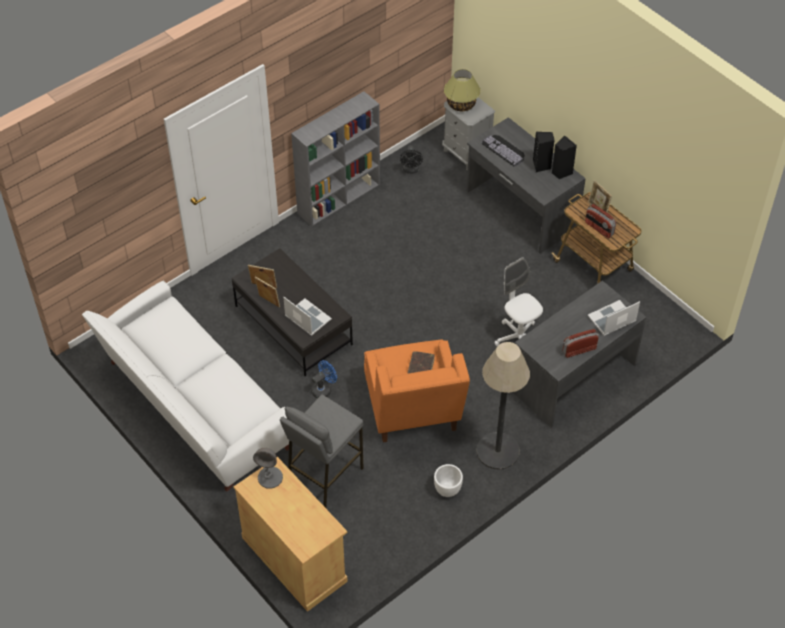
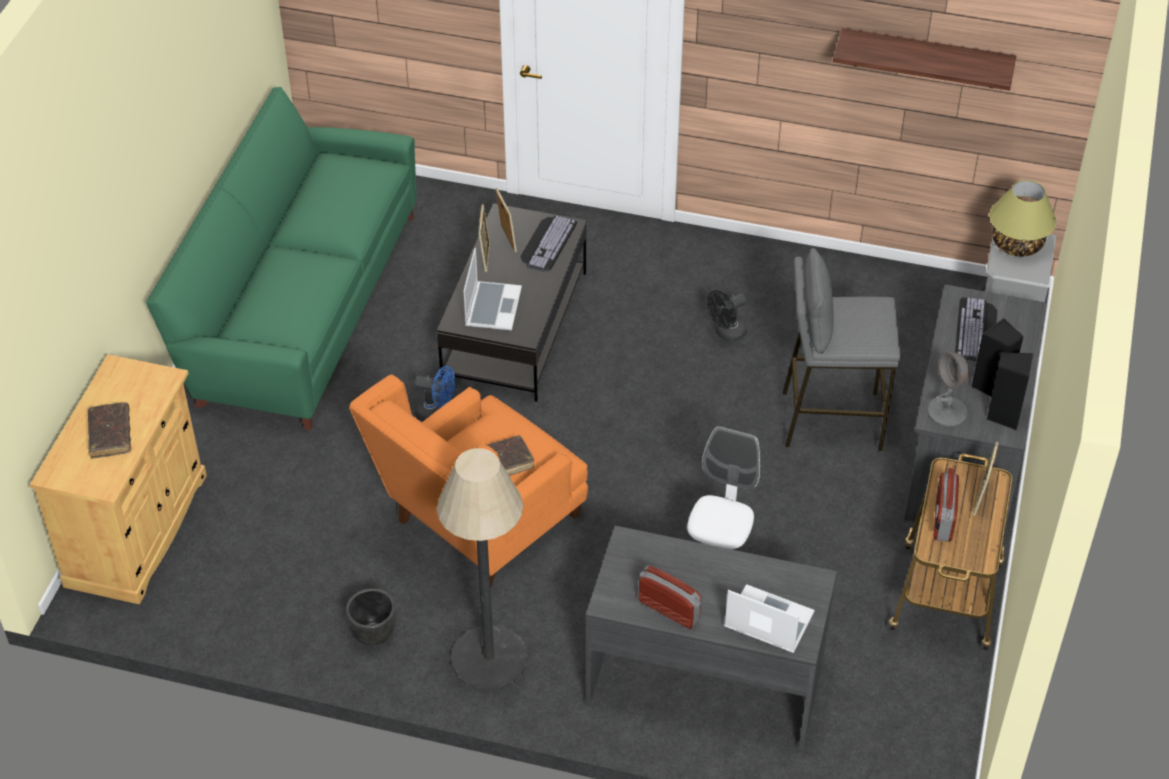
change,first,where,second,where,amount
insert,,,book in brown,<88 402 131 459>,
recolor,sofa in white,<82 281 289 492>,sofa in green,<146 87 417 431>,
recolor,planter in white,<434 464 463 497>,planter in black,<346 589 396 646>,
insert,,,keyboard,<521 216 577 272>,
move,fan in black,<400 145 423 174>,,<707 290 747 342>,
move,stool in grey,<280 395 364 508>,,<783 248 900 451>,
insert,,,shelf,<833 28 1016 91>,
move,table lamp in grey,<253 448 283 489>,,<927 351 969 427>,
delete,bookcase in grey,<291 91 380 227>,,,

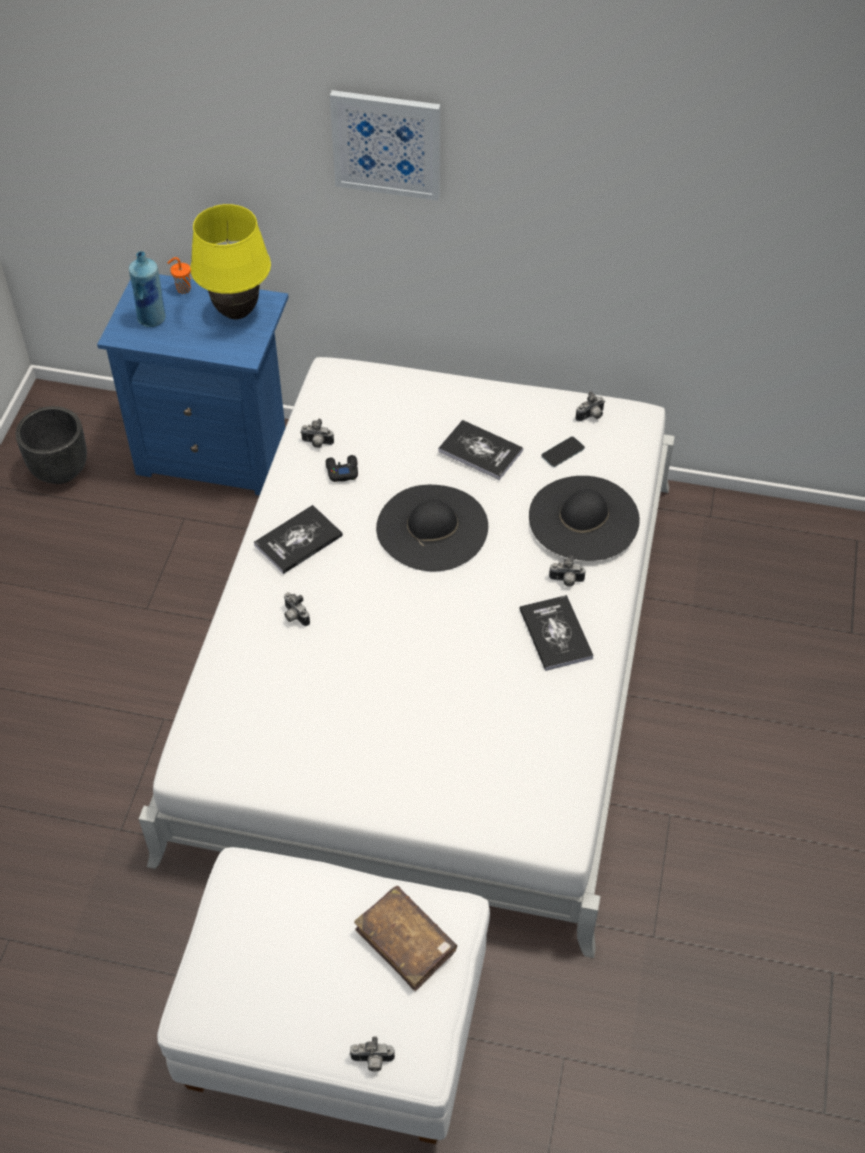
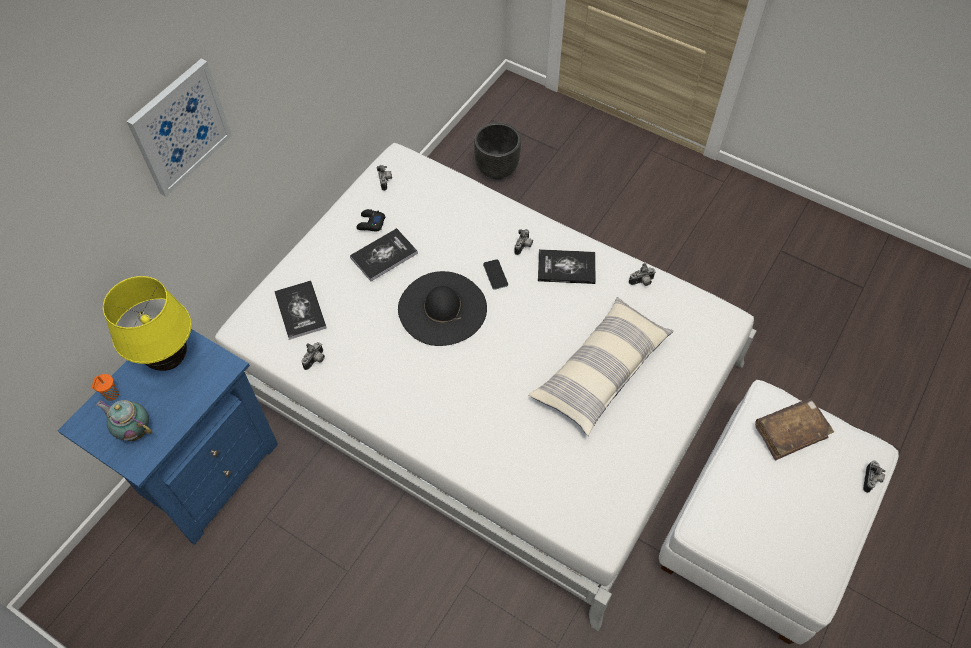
change,first,where,second,where,amount
replace,bottle in blue,<129 251 166 327>,teapot,<96 400 152 441>,
move,book,<254 505 343 574>,,<274 280 327 340>,
move,game controller in black,<326 455 358 482>,,<356 209 385 232>,
move,planter in black,<16 406 87 484>,,<474 123 521 179>,
move,phone,<541 437 585 467>,,<483 259 508 290>,
insert,,,pillow,<529 297 674 436>,
move,photo camera,<284 592 310 626>,,<629 263 656 286>,
delete,hat in black,<529 476 640 561>,,,

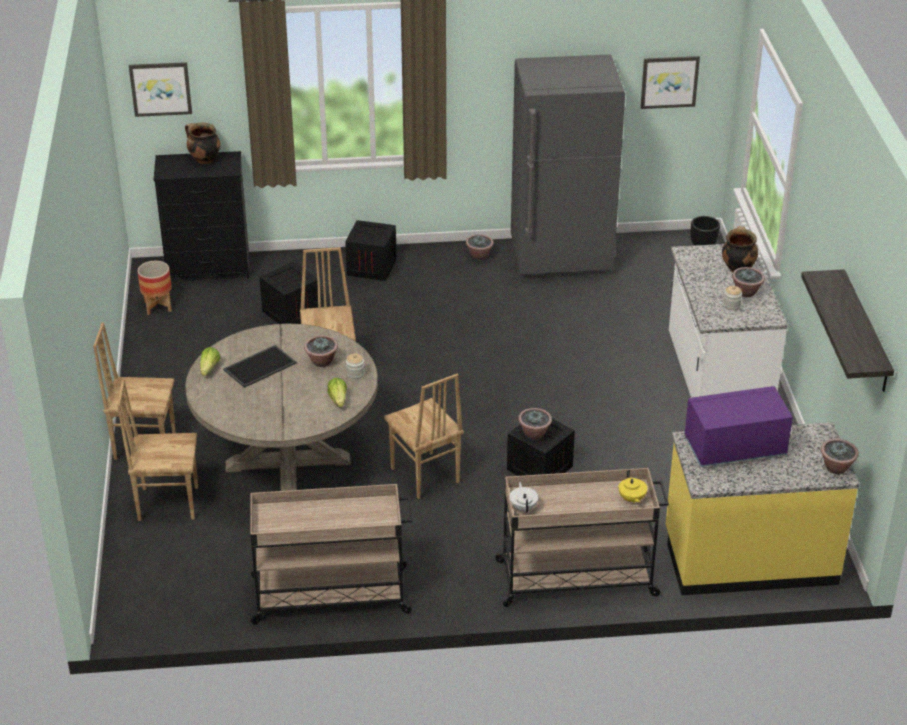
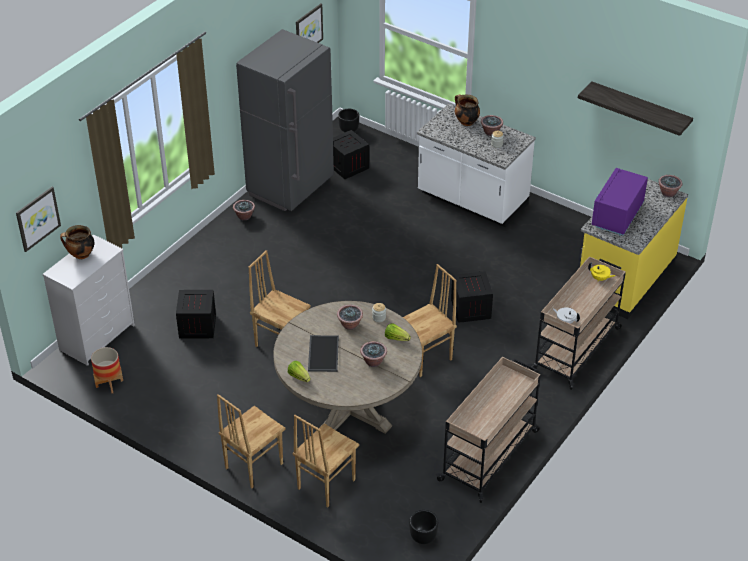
change,first,where,second,where,amount
recolor,dresser in black,<154 151 249 279>,dresser in white,<42 235 135 366>,
move,crate,<345 220 396 281>,,<333 130 369 179>,
move,potted plant,<518 408 552 440>,,<360 341 387 367>,
rotate,chair in brown,<384 374 464 499>,,<403 264 457 377>,45 degrees counterclockwise
insert,,,planter in black,<409 510 438 544>,

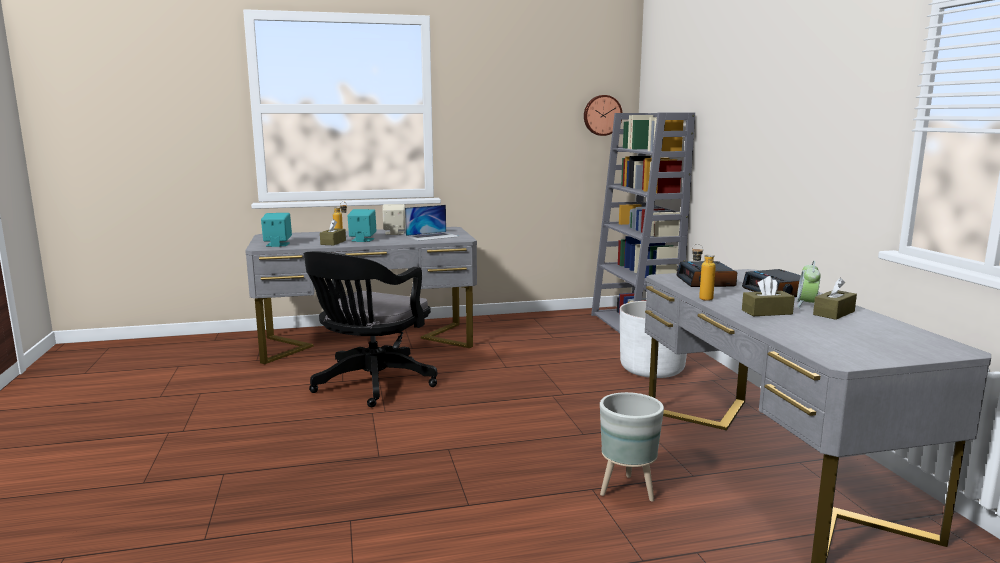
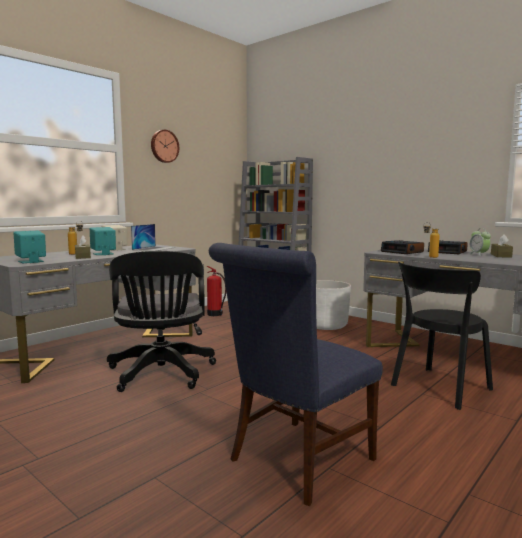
change,first,where,second,where,amount
move,wall clock,<584 95 623 136>,,<151 130 179 163>,
insert,,,fire extinguisher,<207 266 227 316>,
insert,,,chair in blue,<209 243 383 506>,
replace,planter in grey,<600 392 664 502>,chair in black,<391 262 493 410>,
delete,tissue box in brown,<742 276 795 316>,,,

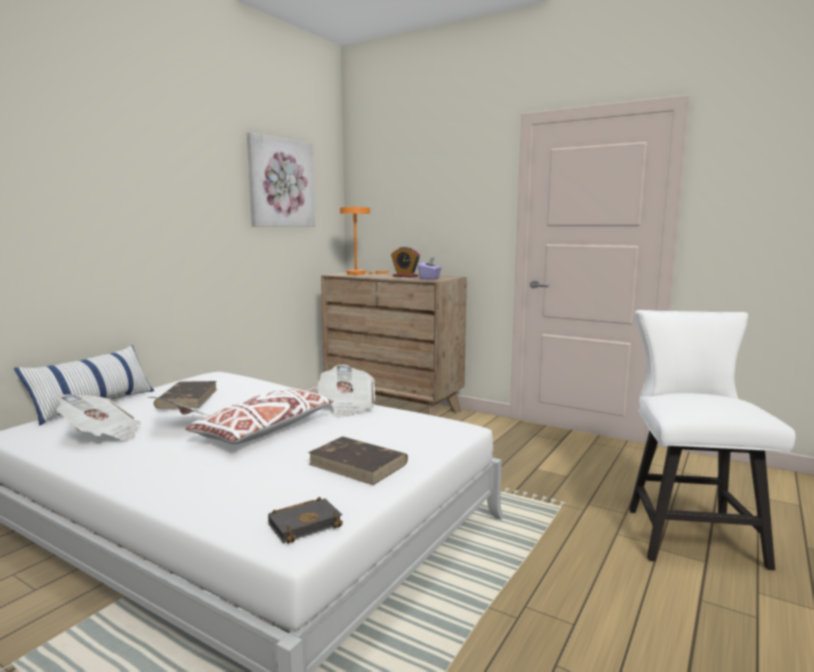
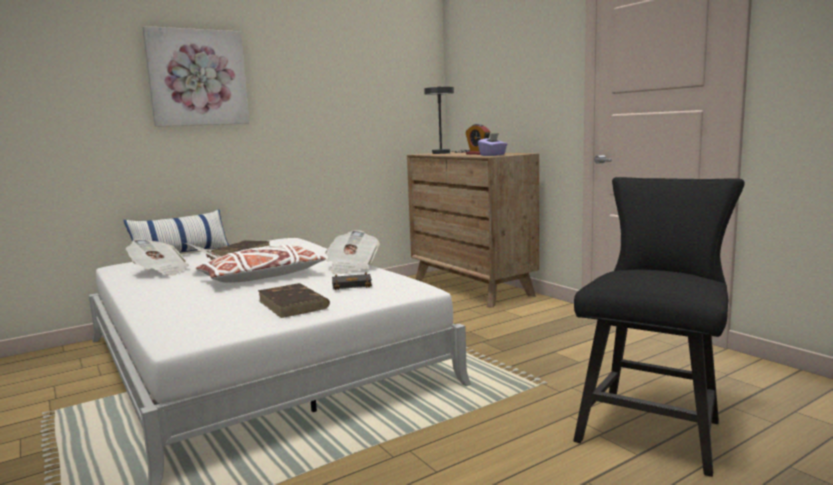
change,first,where,second,where,amount
move,picture,<247 132 315 227>,,<143 26 250 127>,
move,book in black,<268 497 343 544>,,<332 272 372 290>,
recolor,table lamp in orange,<340 206 389 275>,table lamp in grey,<424 87 470 154>,
recolor,chair in white,<629 310 796 570>,chair in black,<573 177 745 477>,

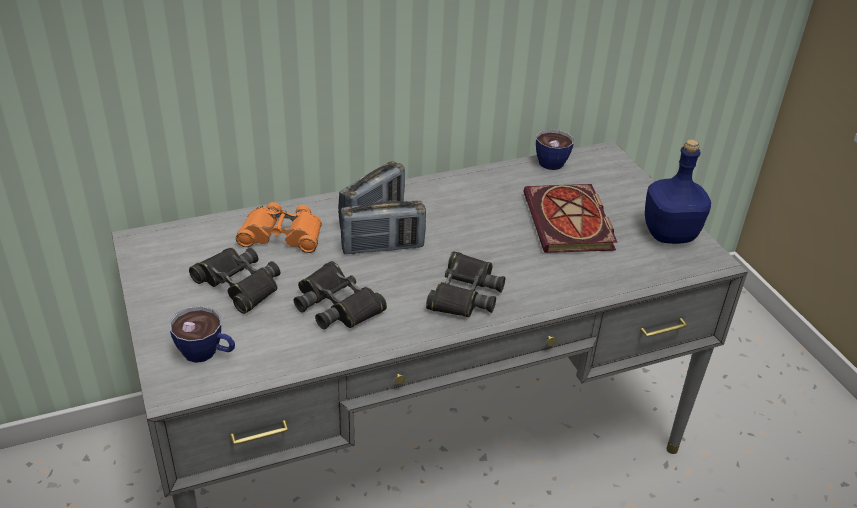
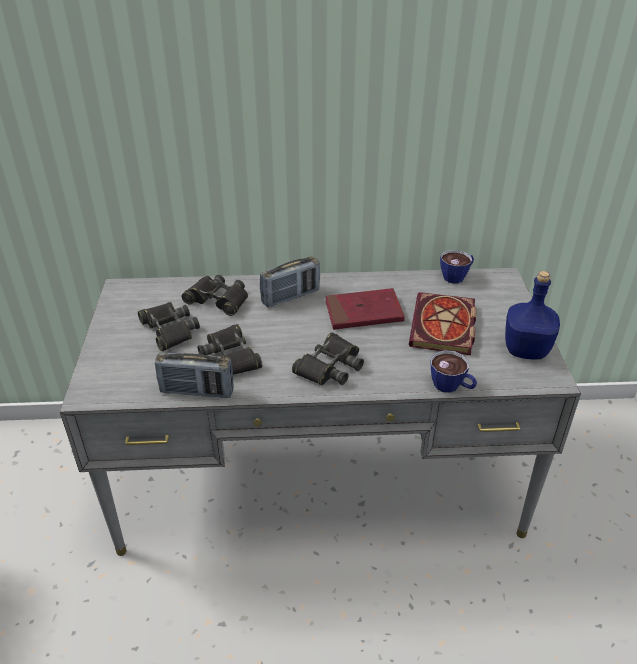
change,first,where,second,where,amount
move,radio,<340 201 426 254>,,<155 353 234 398>,
recolor,binoculars in orange,<236 202 322 253>,binoculars in black,<182 275 248 316>,
insert,,,book in red,<325 288 405 330>,
move,cup,<170 306 235 363>,,<431 350 477 393>,

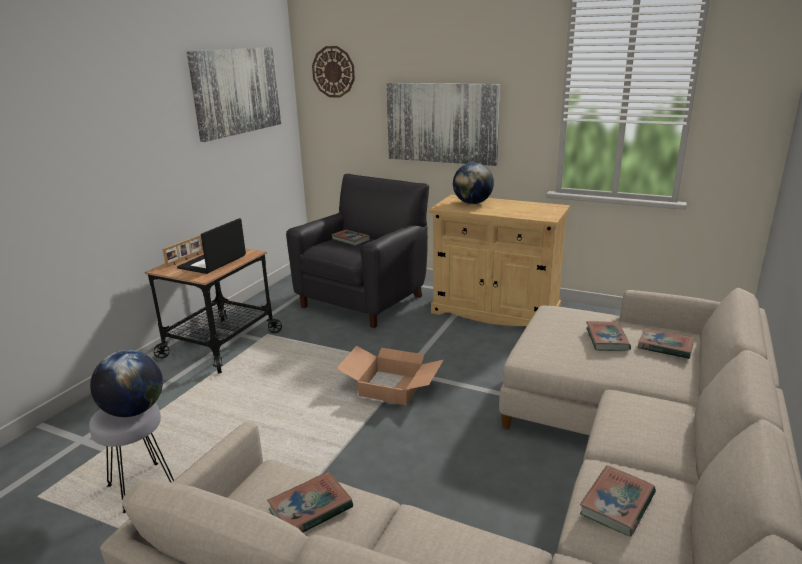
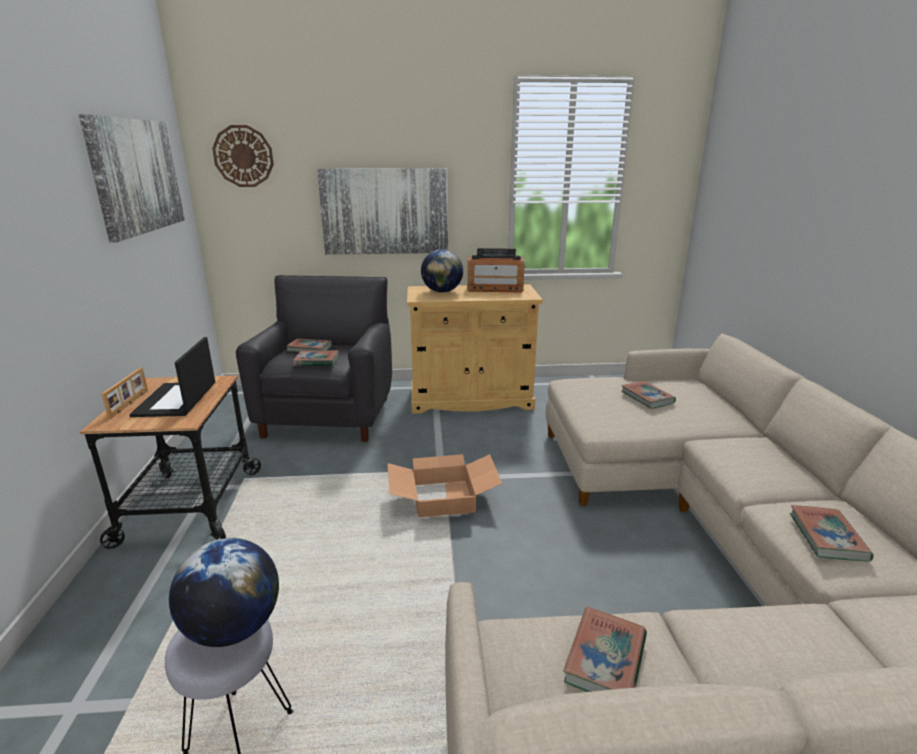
change,first,where,second,where,amount
move,book,<638 328 695 359>,,<293 350 339 366>,
insert,,,radio,<467 248 525 293>,

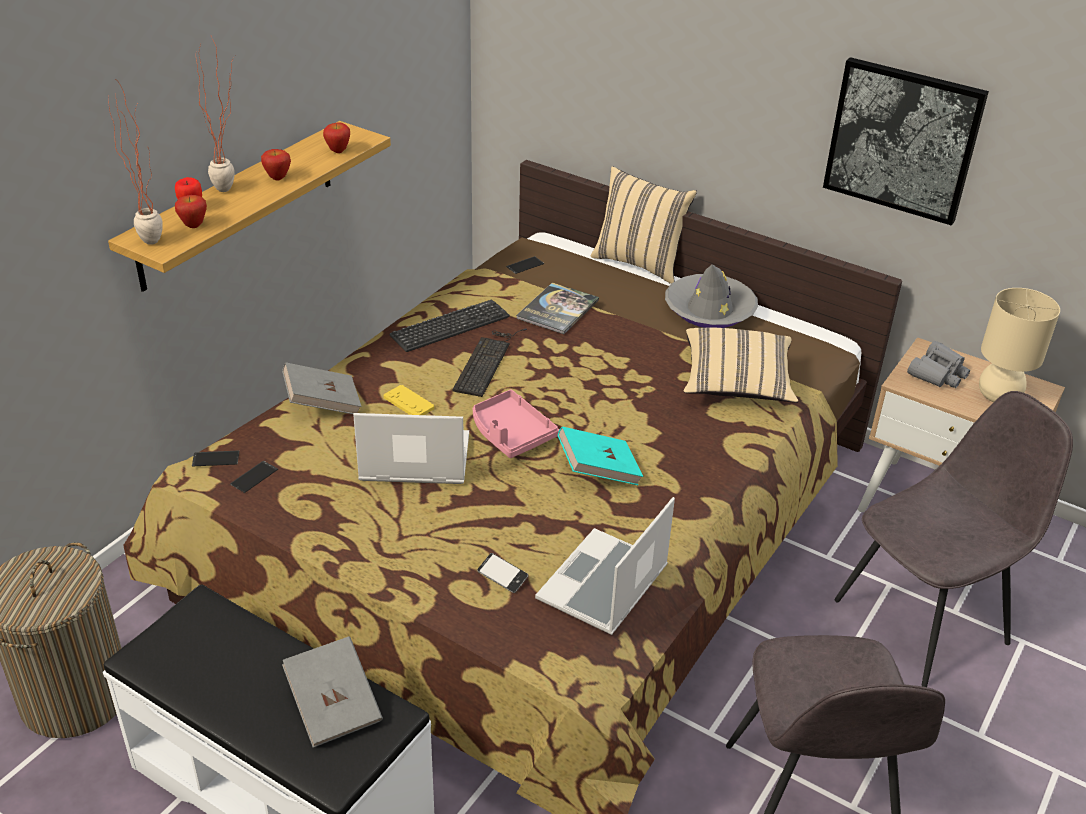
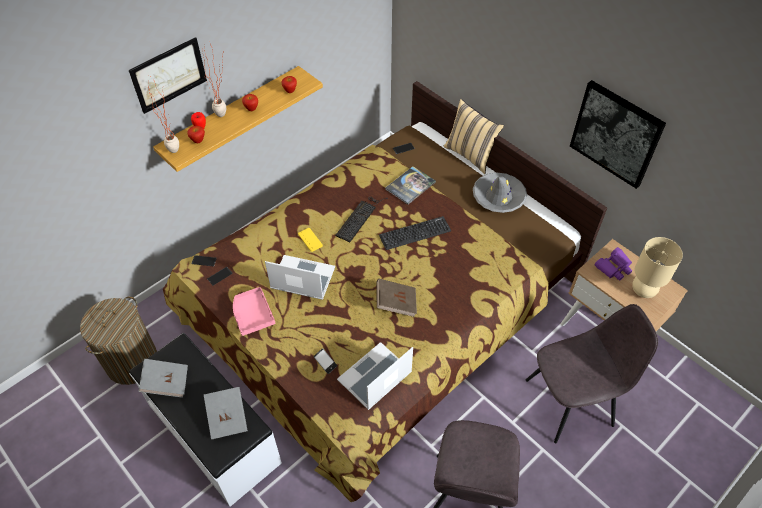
change,first,where,second,where,amount
insert,,,picture,<129 37 207 114>,
move,book in grey,<282 362 361 414>,,<139 359 188 398>,
move,tray in pink,<473 390 559 458>,,<233 287 275 336>,
recolor,book in turquoise,<558 426 643 485>,book in brown,<376 279 417 317>,
move,keyboard,<390 300 510 352>,,<379 216 451 250>,
recolor,binoculars in grey,<907 341 970 388>,binoculars in purple,<595 247 632 281>,
delete,pillow in beige,<684 328 798 403>,,,

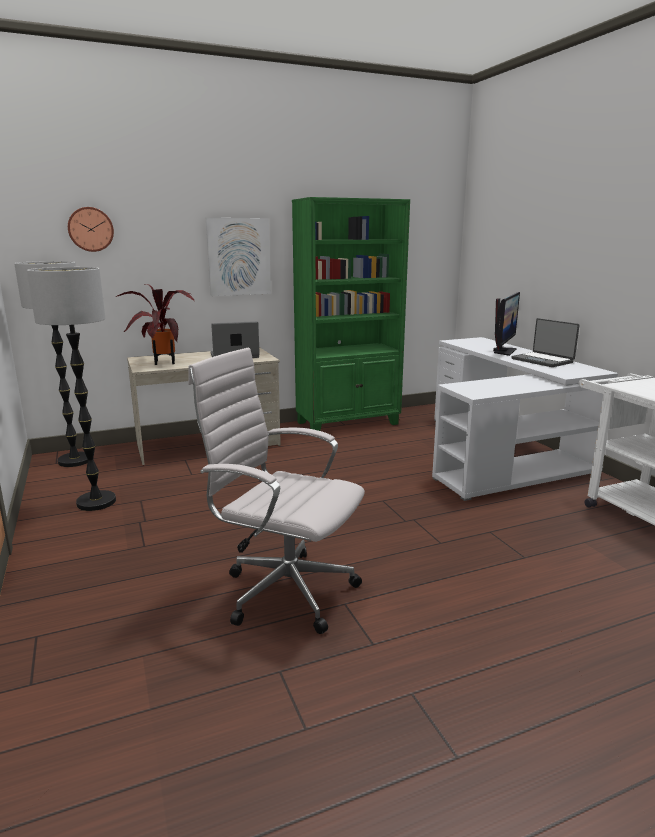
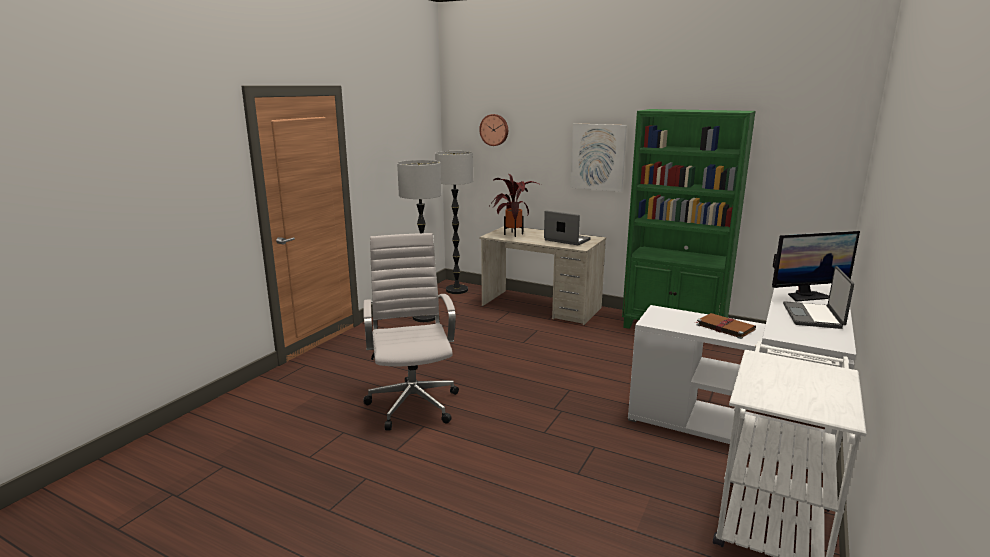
change,first,where,second,where,amount
insert,,,book in brown,<695 313 756 339>,

